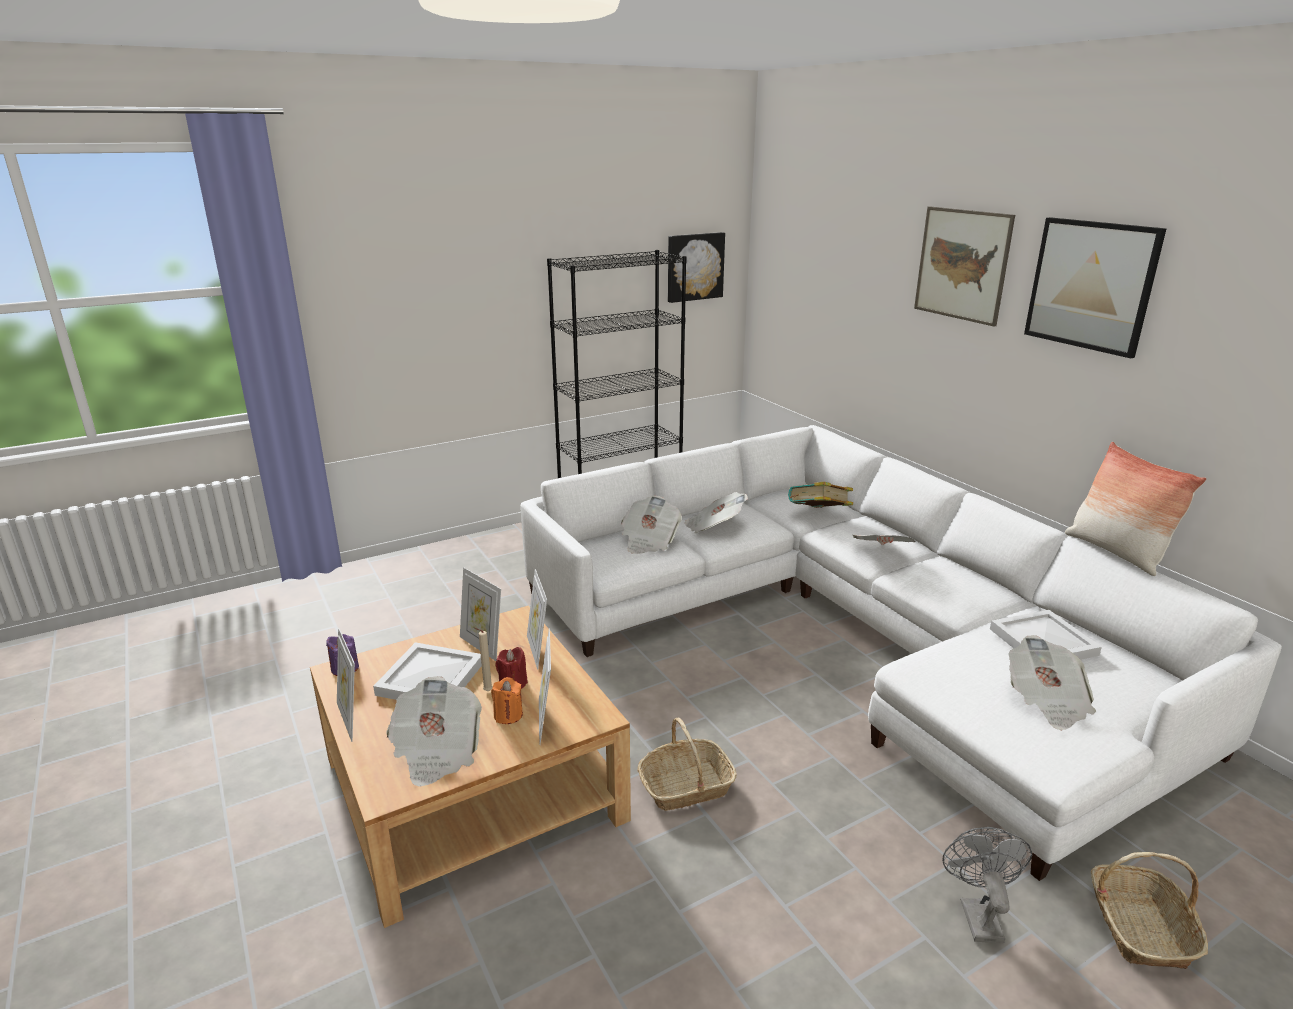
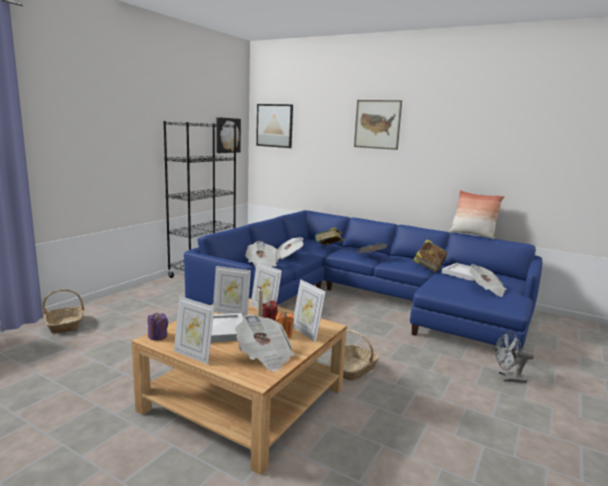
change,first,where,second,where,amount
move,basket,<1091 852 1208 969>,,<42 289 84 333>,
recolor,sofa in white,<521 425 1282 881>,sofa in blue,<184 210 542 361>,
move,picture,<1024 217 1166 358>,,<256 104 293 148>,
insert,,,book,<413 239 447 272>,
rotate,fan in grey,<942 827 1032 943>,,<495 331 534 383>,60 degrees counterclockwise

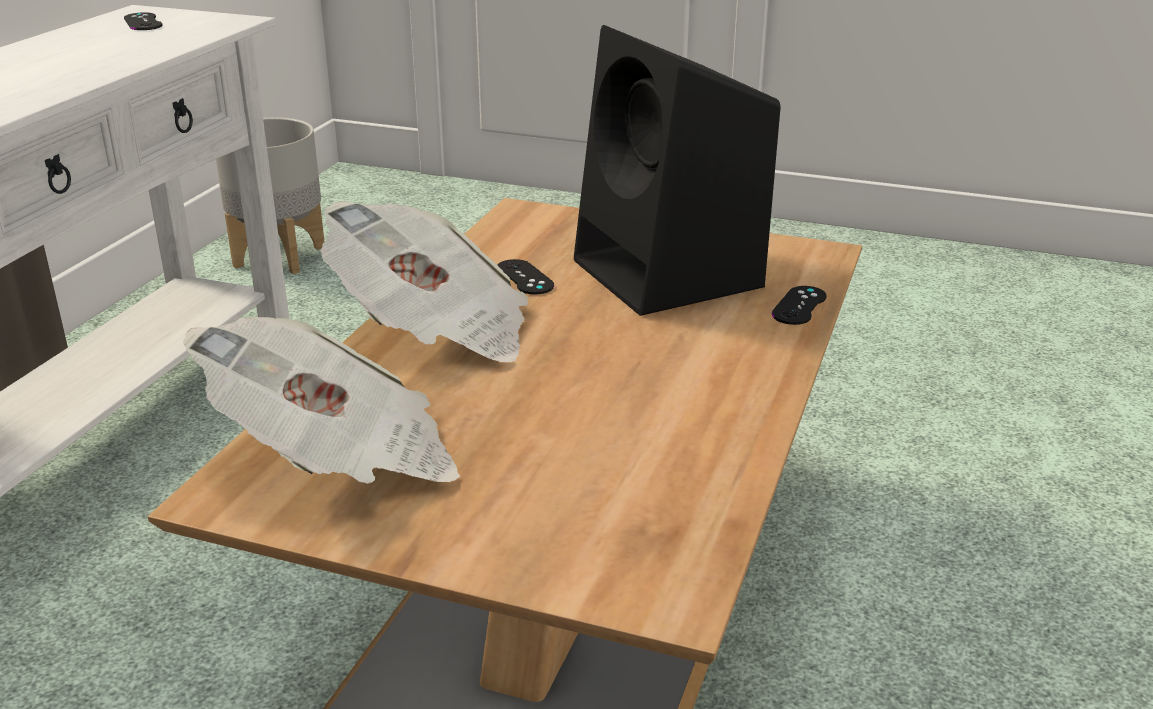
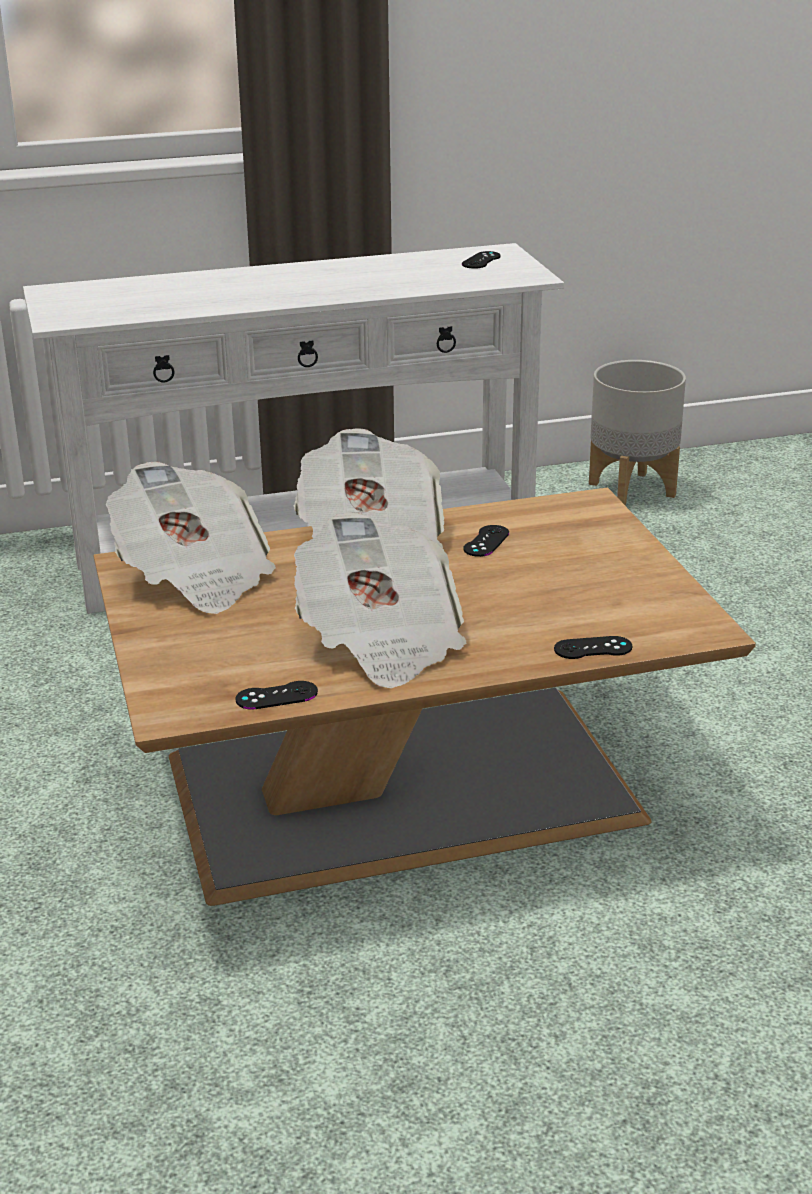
change,first,where,second,where,amount
insert,,,game controller in black,<235 681 318 710>,
insert,,,newspaper,<294 512 466 689>,
delete,speaker in black,<574 25 781 316>,,,

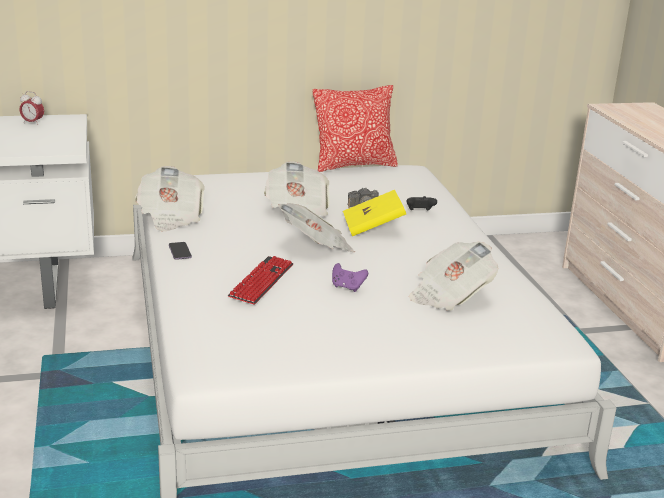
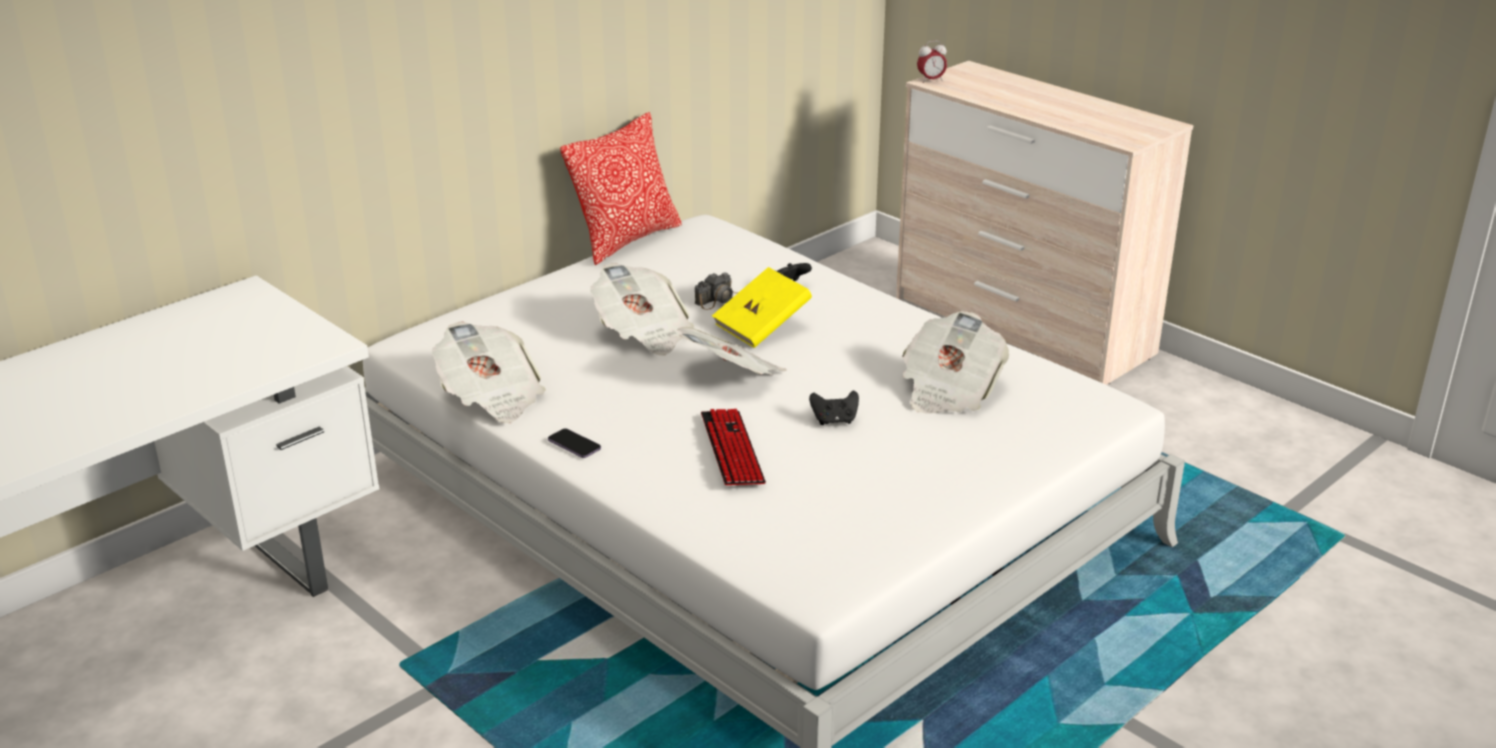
change,first,where,second,where,amount
recolor,game controller in purple,<332 263 368 292>,game controller in black,<809 391 859 425>,
move,alarm clock,<20 91 44 124>,,<917 41 947 83>,

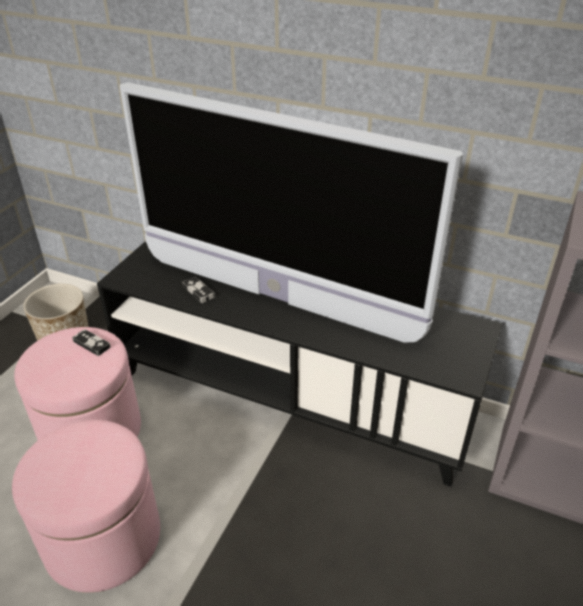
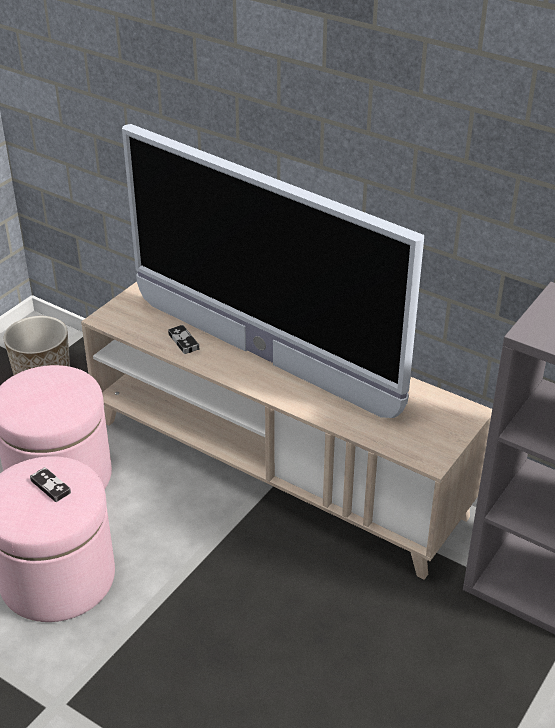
change,first,where,second,where,amount
move,game controller,<72 329 111 356>,,<30 467 71 502>,
recolor,tv stand in black,<97 241 502 487>,tv stand in beige,<81 282 492 580>,

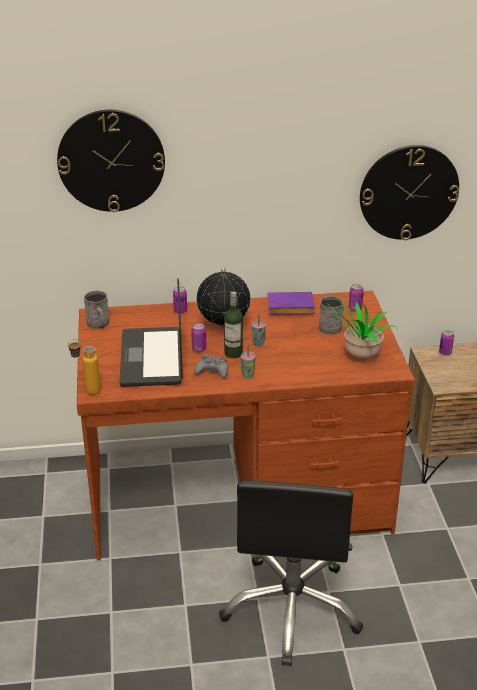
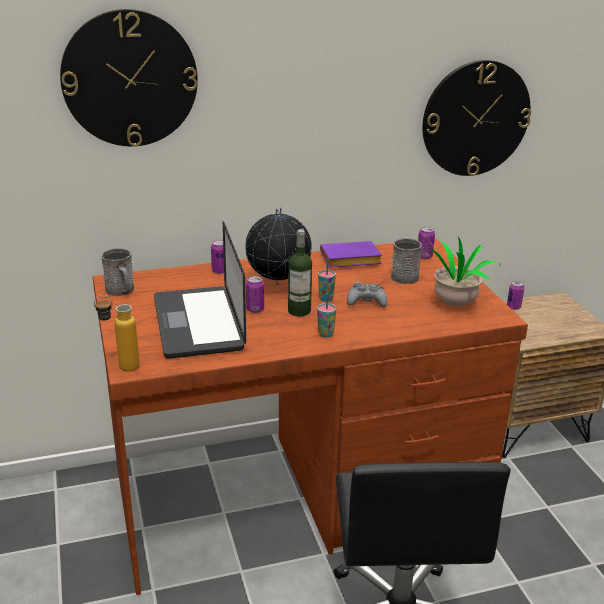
change,first,where,second,where,amount
move,game controller in grey,<194 354 228 378>,,<347 281 387 307>,

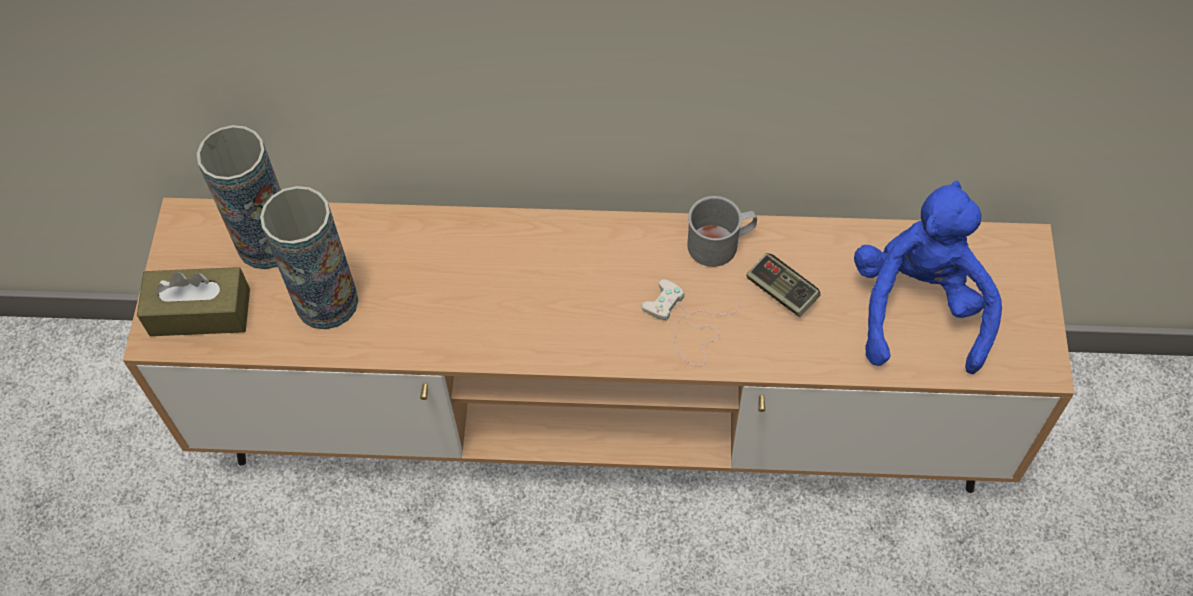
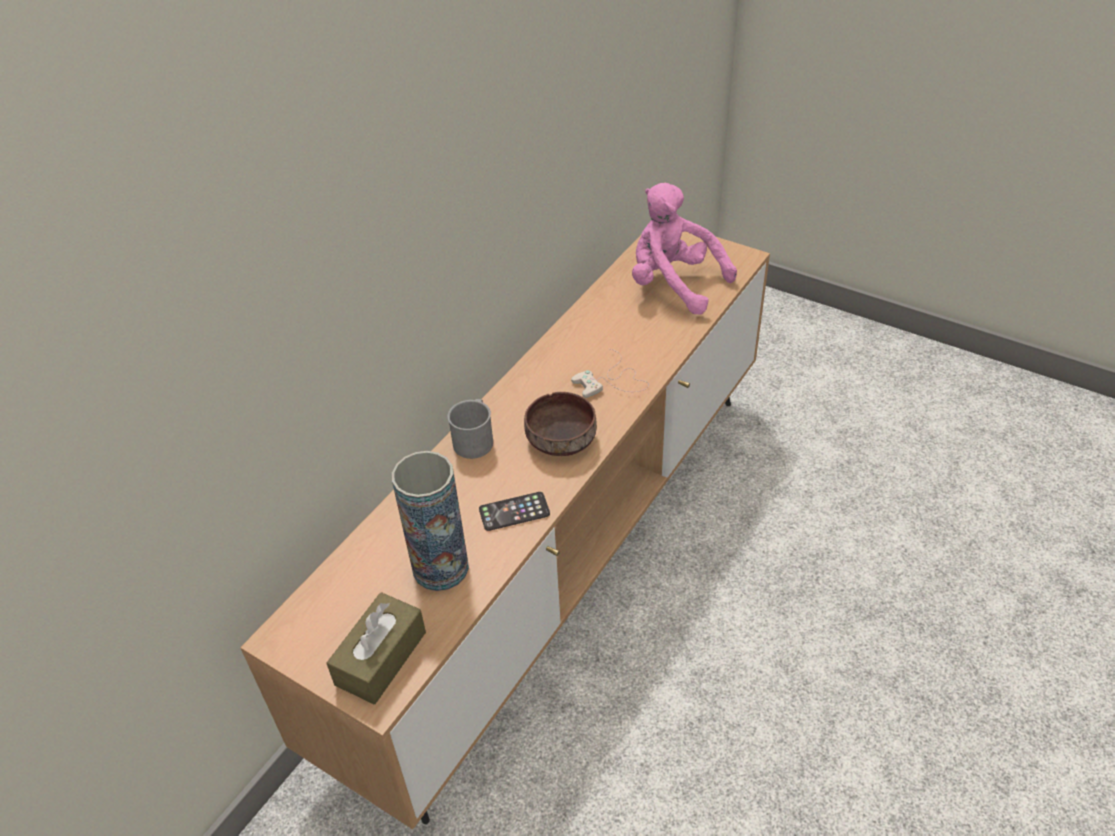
change,first,where,second,where,amount
move,mug in grey,<687 196 757 267>,,<447 399 493 459>,
insert,,,phone,<479 492 550 531>,
insert,,,bowl in brown,<524 392 597 456>,
recolor,plush toy in blue,<854 180 1002 374>,plush toy in pink,<632 183 737 315>,
delete,vase,<197 125 281 269>,,,
delete,game controller,<746 253 821 317>,,,

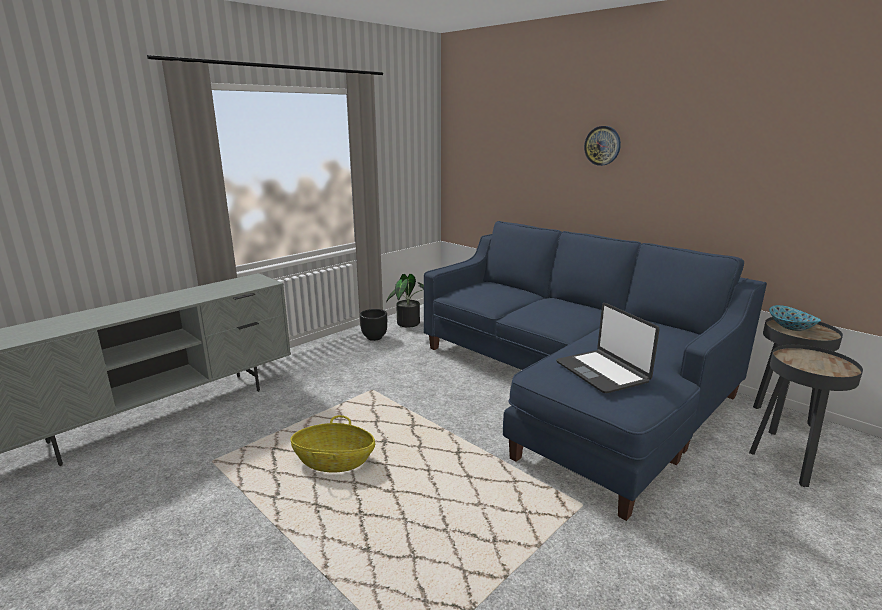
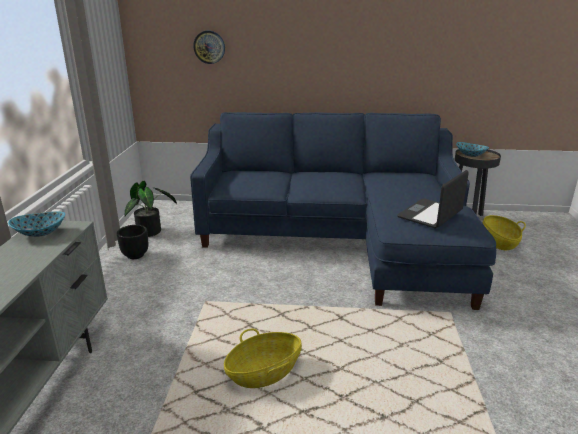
change,first,where,second,where,amount
insert,,,bowl,<8 212 65 237>,
move,wall clock,<584 126 621 166>,,<193 31 225 64>,
rotate,laptop,<556 303 660 393>,,<397 170 469 229>,105 degrees clockwise
replace,side table in black,<749 345 863 487>,basket,<483 215 526 250>,

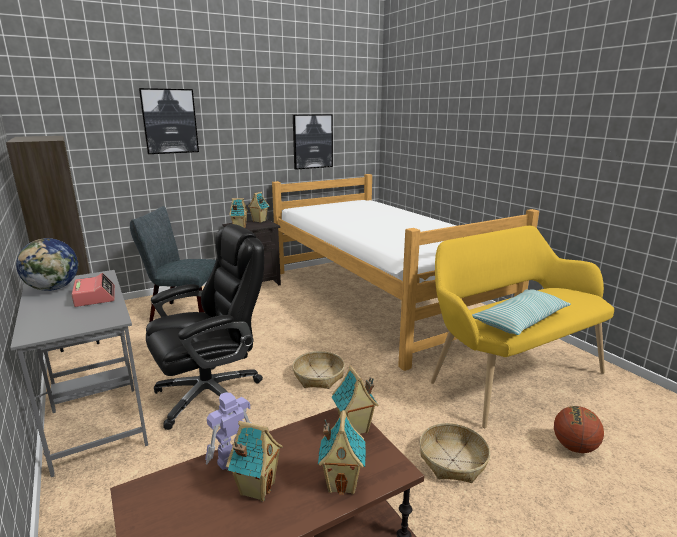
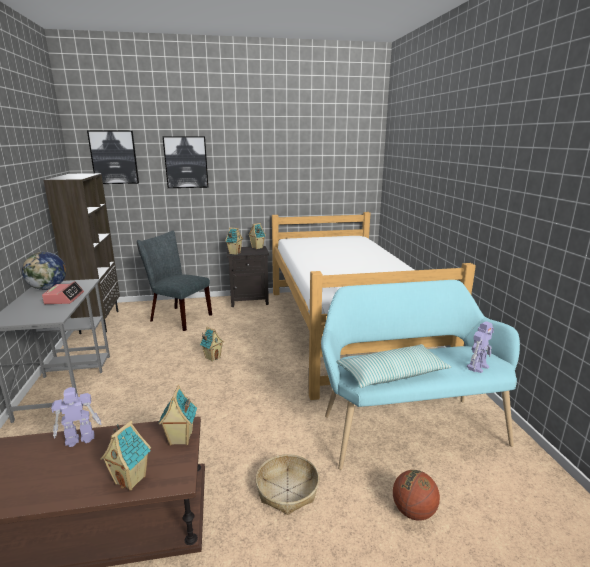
change,first,where,second,where,amount
move,picture,<293 114 333 169>,,<87 131 139 184>,
move,toy house,<226 421 283 501>,,<199 327 224 362>,
recolor,bench in yellow,<431 225 614 428>,bench in turquoise,<321 280 520 470>,
insert,,,toy robot,<467 321 494 373>,
delete,office chair in black,<146 224 264 430>,,,
delete,basket,<292 351 345 389>,,,

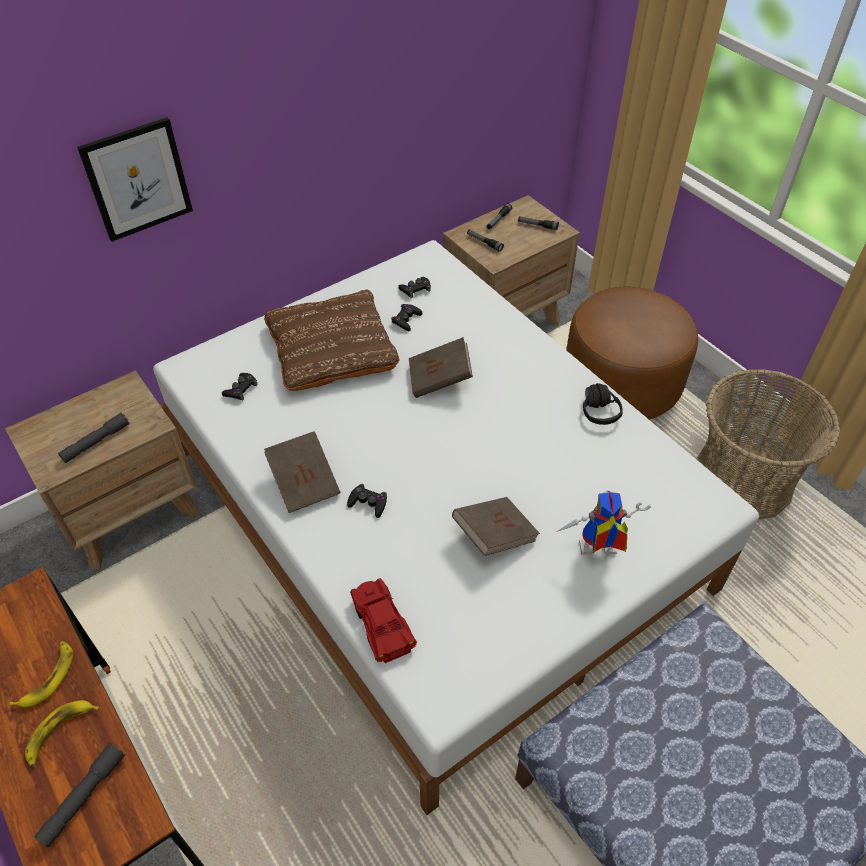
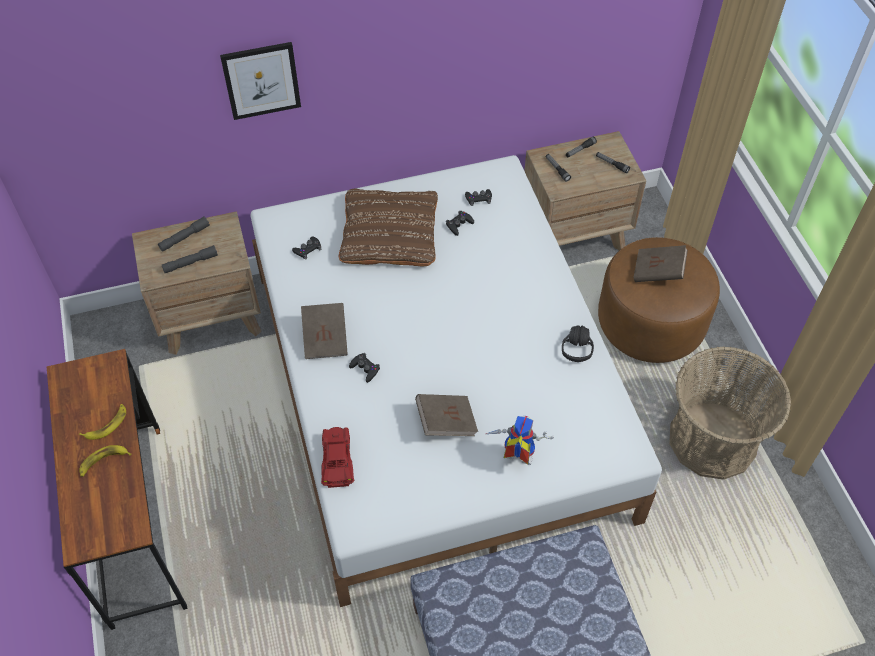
change,first,where,second,where,amount
move,flashlight in grey,<34 743 125 848>,,<158 217 210 252>,
move,book in brown,<409 337 473 398>,,<634 245 688 282>,

